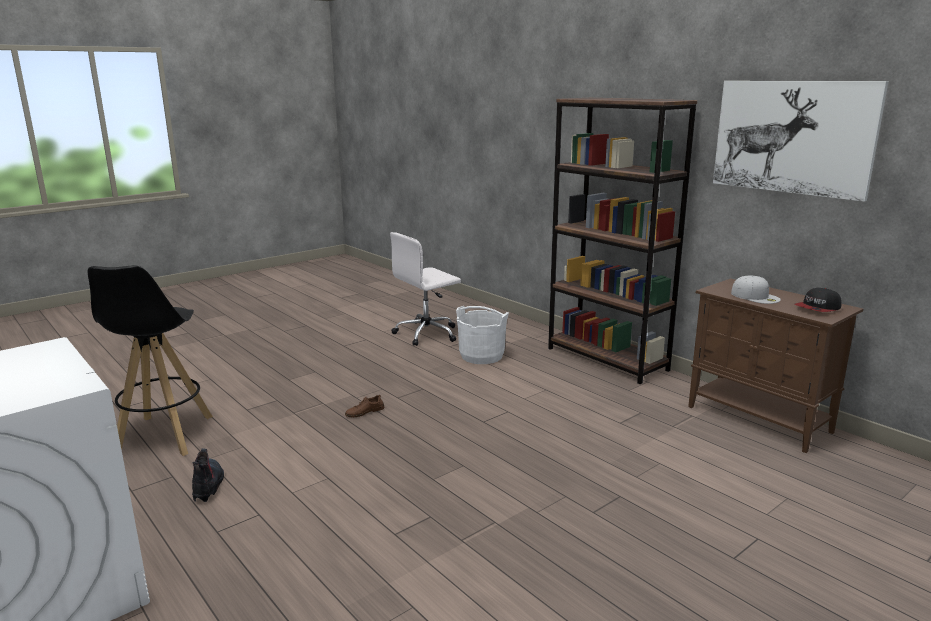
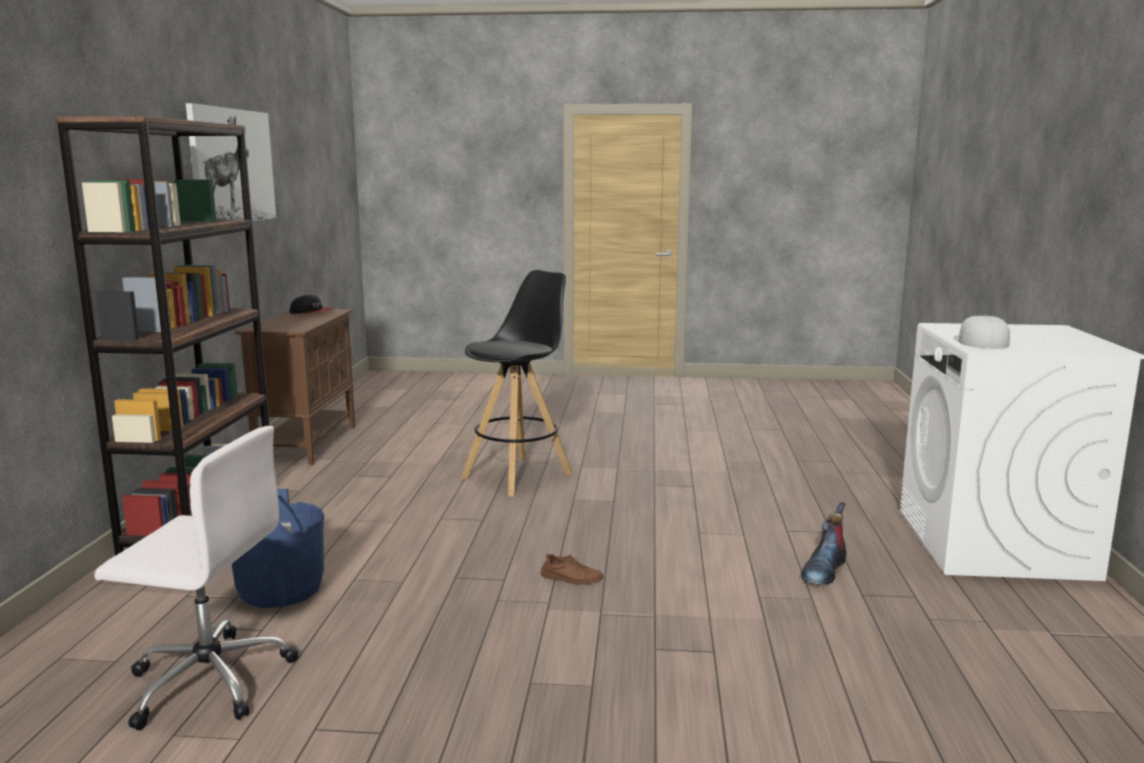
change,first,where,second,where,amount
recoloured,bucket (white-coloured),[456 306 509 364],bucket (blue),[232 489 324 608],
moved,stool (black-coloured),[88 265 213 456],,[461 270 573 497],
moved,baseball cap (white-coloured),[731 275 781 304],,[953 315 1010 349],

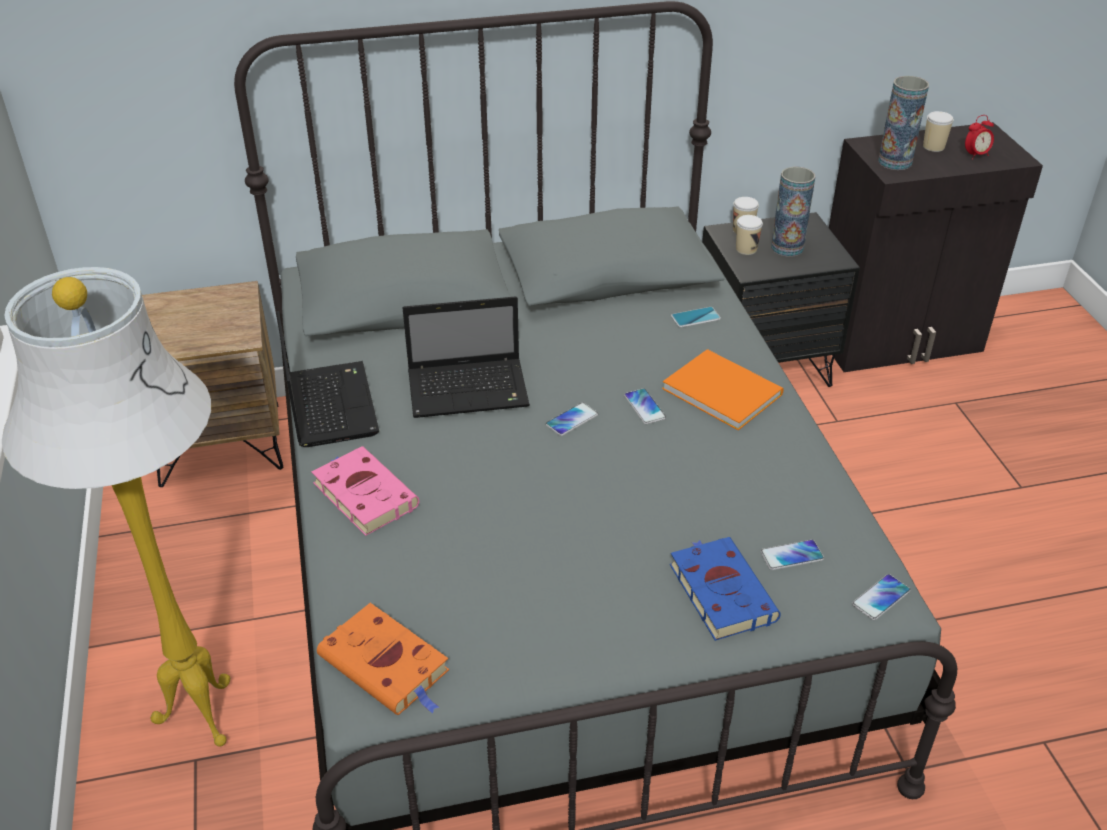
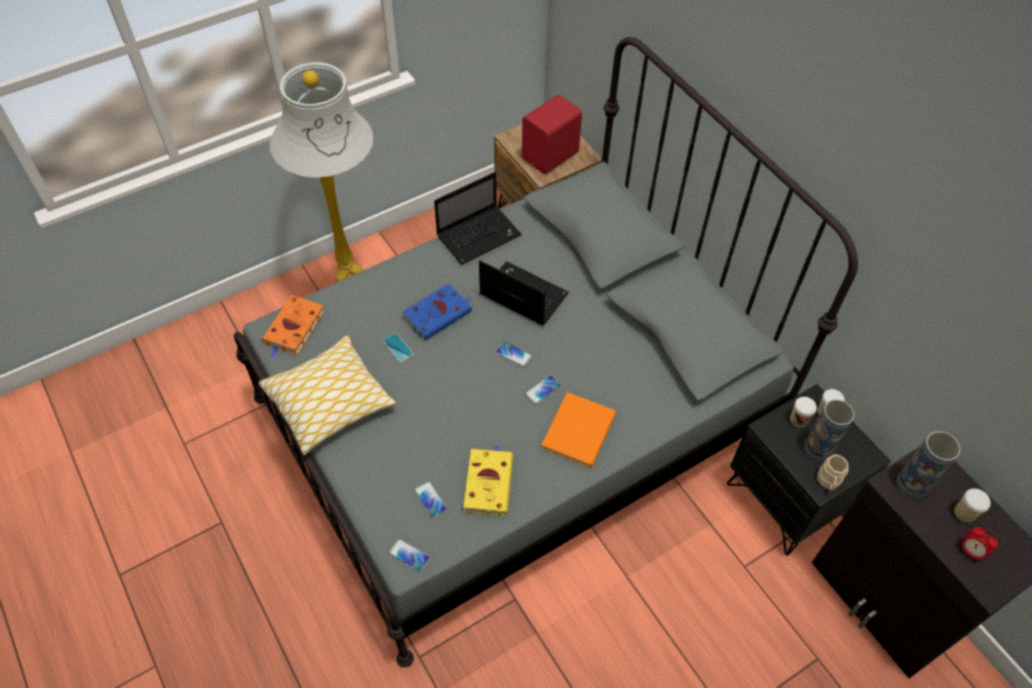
change,first,where,second,where,amount
added,,,pillow,[259 335 396 455],
moved,telephone,[671 307 721 328],,[383 333 414 362],
moved,volume (blue),[670 537 781 641],,[402 284 473 340],
added,,,volume (yellow),[463 445 513 516],
turned,laptop,[403 296 530 418],,[479 260 569 326],150 degrees clockwise
added,,,loudspeaker (reddish),[522 95 582 174],
added,,,coffee mug (beige),[817 454 849 491],
removed,volume (pink-coloured),[311 446 419 536],,,

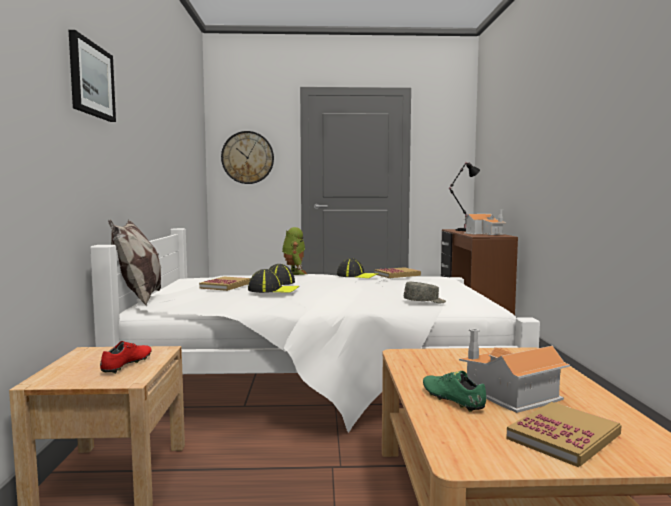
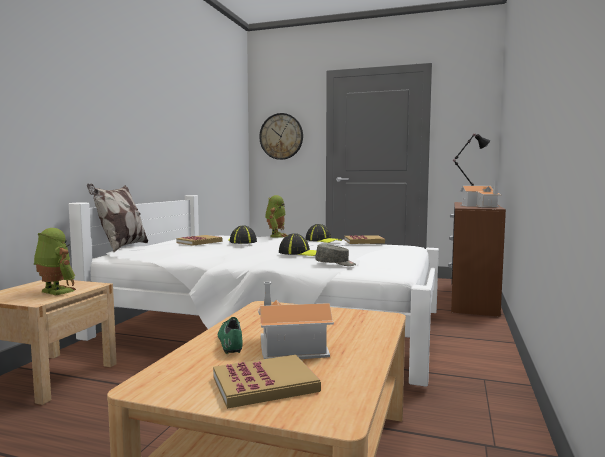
change,first,where,second,where,amount
replaced,shoe (reddish),[100 341 152 374],model robot,[34 228 76 295],
moved,baseball cap,[248 269 299 293],,[279 233 317 256],
removed,wall picture,[69 30 116 122],,,

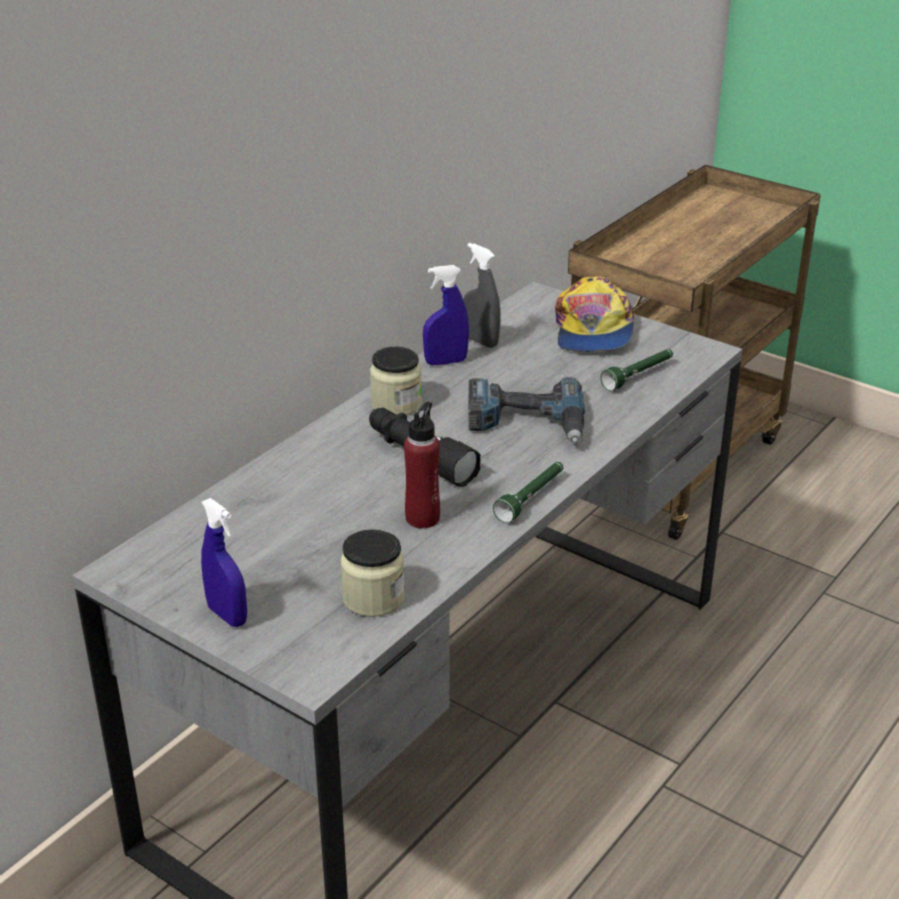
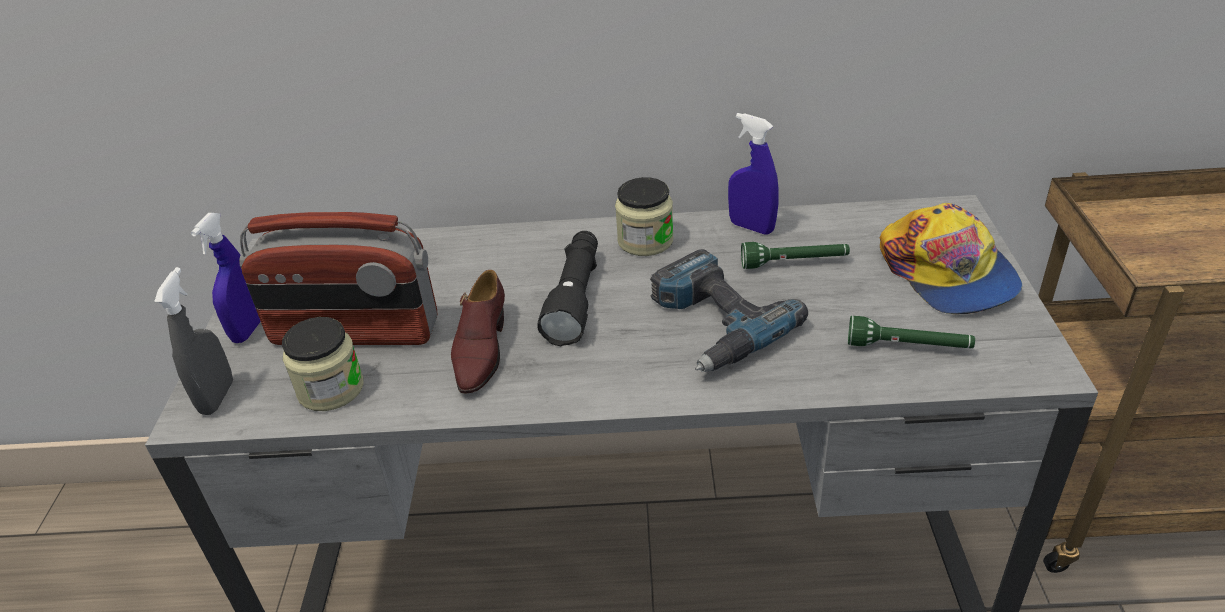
change,first,where,second,where,amount
moved,hand sprayer (grey),[463 243 501 348],,[154 267 233 415],
added,,,radio set,[239 212 437 345],
replaced,drink bottle (reddish),[404 402 440 528],shoe (brownish),[451 270 505 394],
moved,hand torch (greenish),[493 462 563 523],,[741 242 850 269],
turned,baseball cap,[555 277 635 352],,[880 203 1022 314],75 degrees counterclockwise

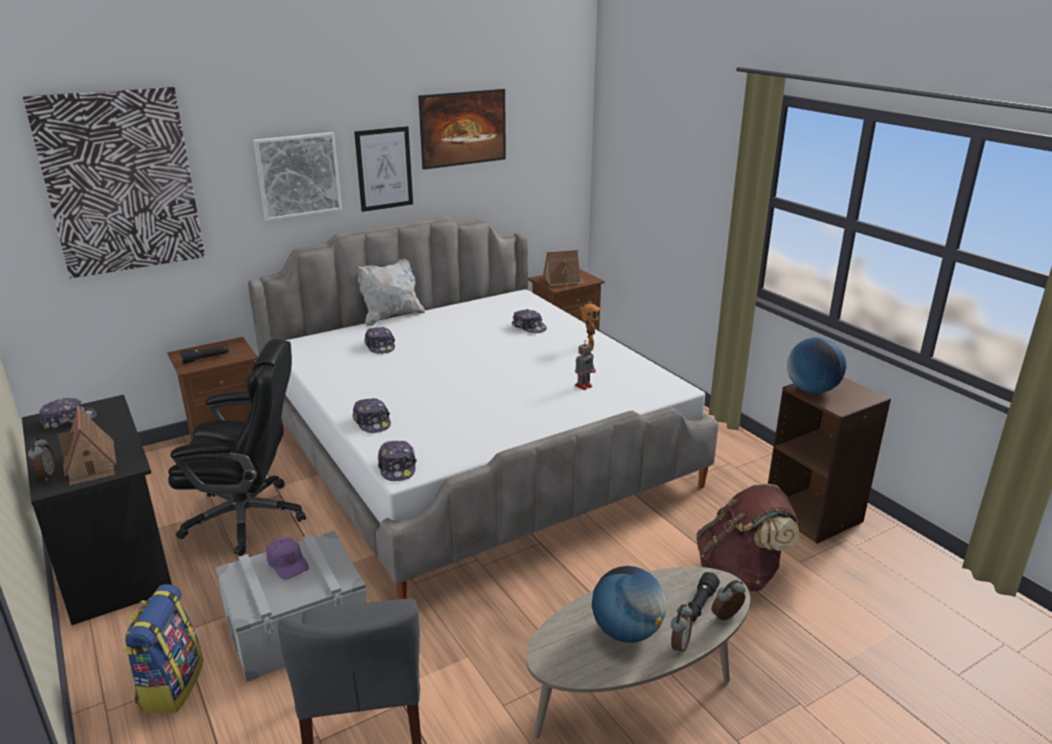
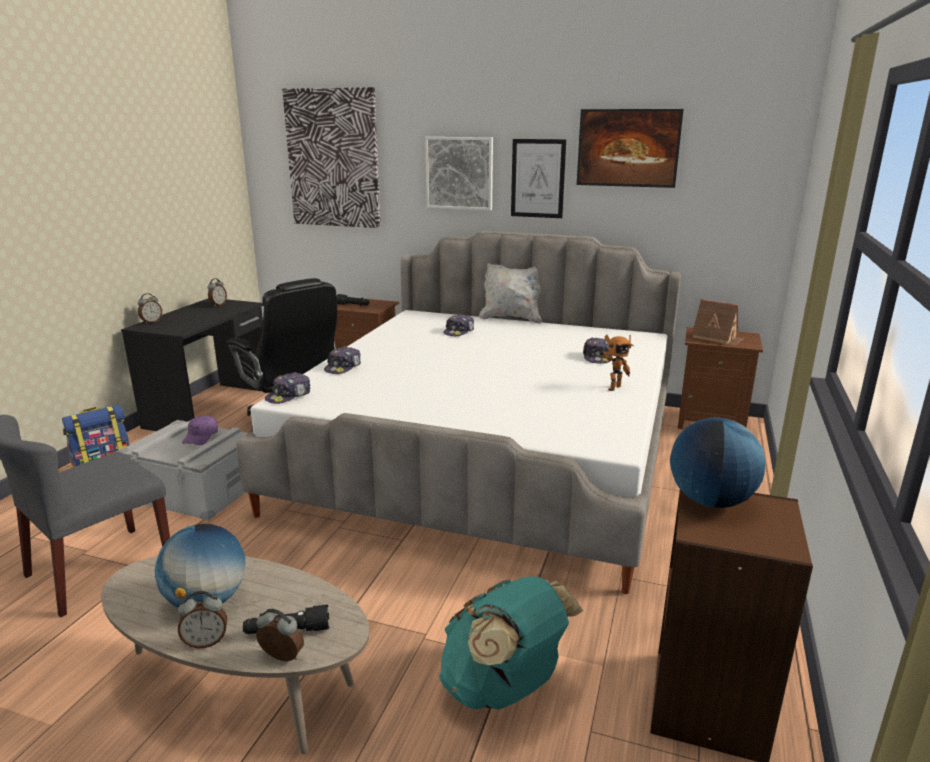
change,first,where,second,where,amount
replaced,baseball cap,[39 398 97 430],bedside clock,[207 278 227 306],
recoloured,backpack (brownish),[696 484 799 591],backpack (blue-green),[439 576 584 709],
removed,miniature house,[58 406 116 485],,,
removed,model robot,[575 343 596 390],,,

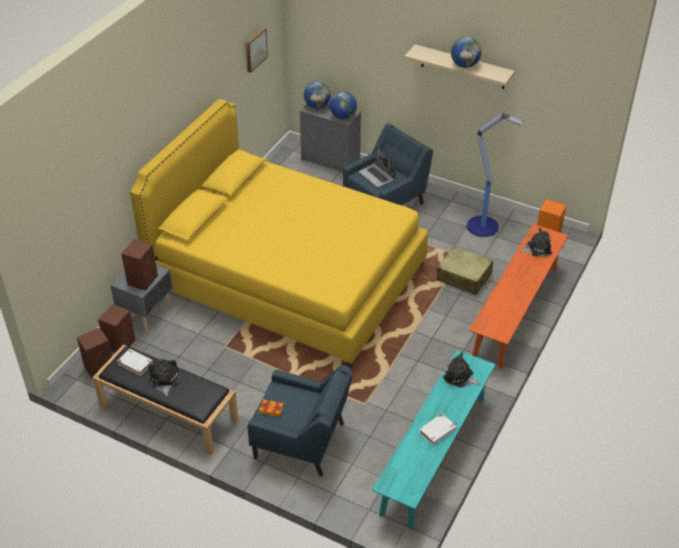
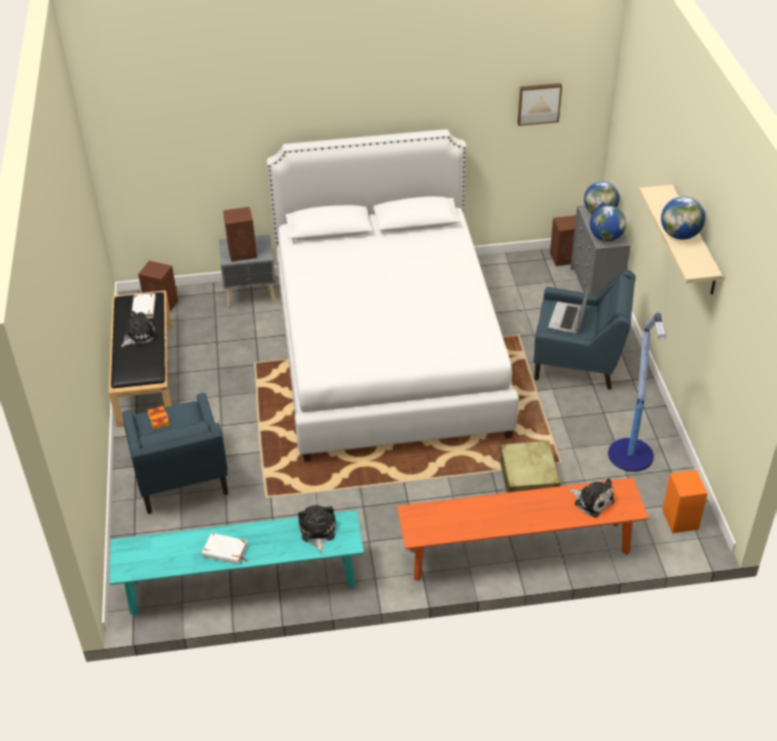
change,first,where,second,where,amount
recoloured,bed (yellow),[130 99 428 368],bed (white-coloured),[267 129 519 461],
moved,loudspeaker (brownish),[98 304 136 353],,[550 215 576 266],

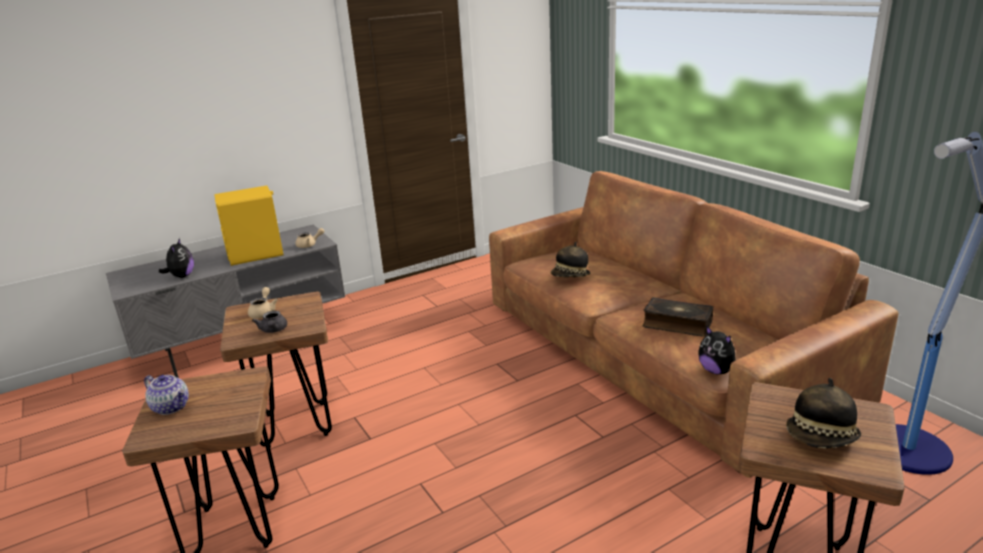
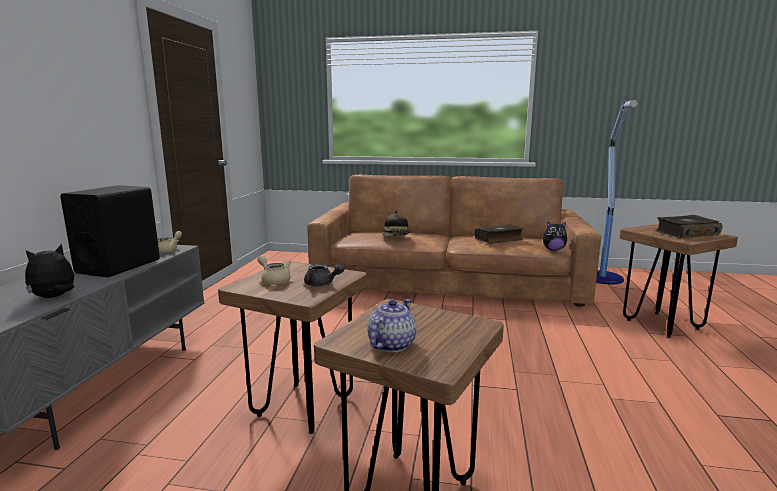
change,first,where,second,where,amount
turned,plush toy,[159 238 194 278],,[25 244 74 298],90 degrees counterclockwise
recoloured,loudspeaker (yellow),[214 185 284 266],loudspeaker (black-coloured),[60 185 160 278],
turned,teapot,[144 375 189 415],,[368 299 417 352],45 degrees counterclockwise
replaced,wearable hat,[786 378 861 448],volume,[655 215 722 238],

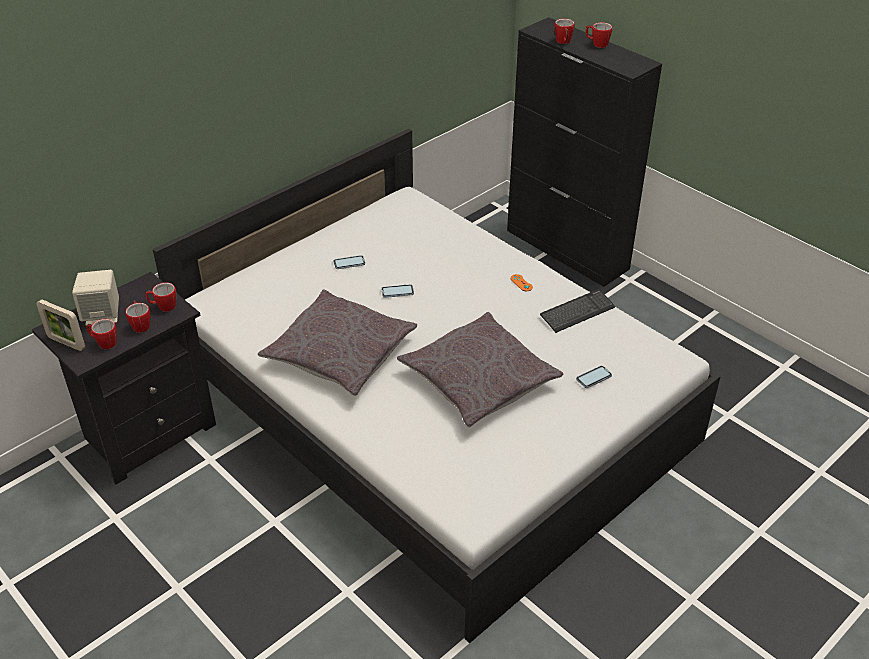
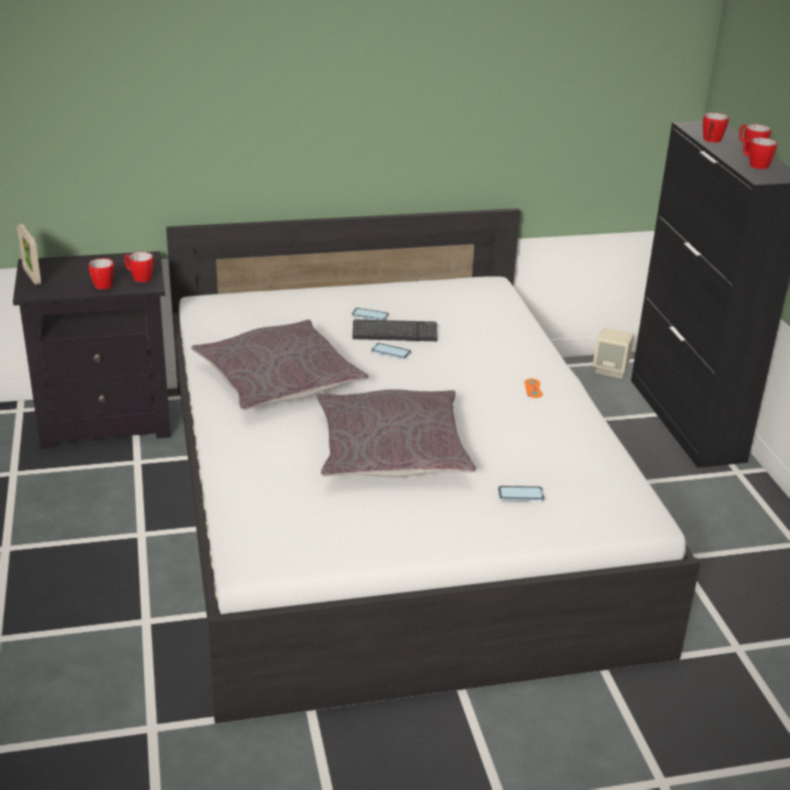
change,first,where,second,where,amount
moved,computer keyboard,[540 289 615 333],,[352 320 438 341],
moved,loudspeaker (beige),[72 270 119 325],,[593 328 634 379],
moved,coffee mug,[86 319 117 349],,[743 138 777 169],

